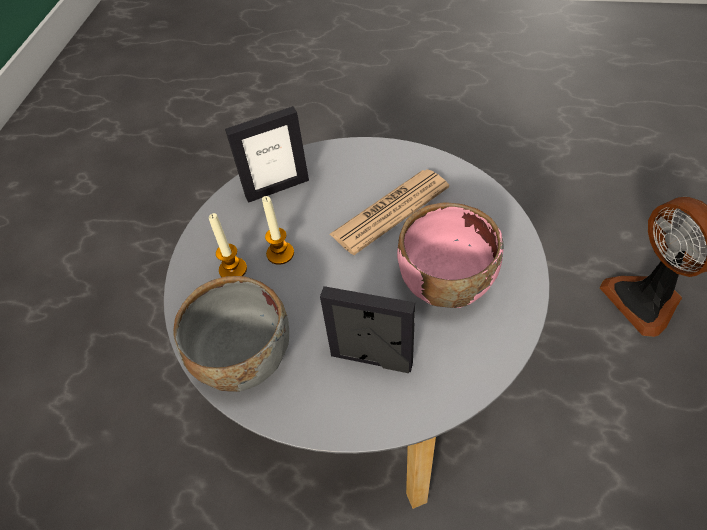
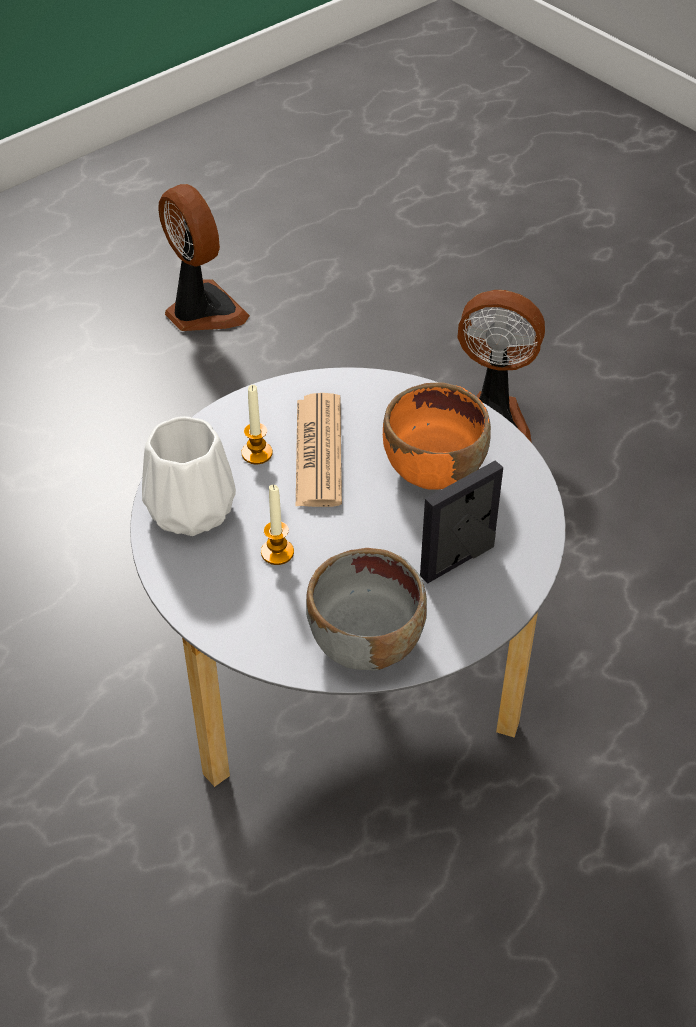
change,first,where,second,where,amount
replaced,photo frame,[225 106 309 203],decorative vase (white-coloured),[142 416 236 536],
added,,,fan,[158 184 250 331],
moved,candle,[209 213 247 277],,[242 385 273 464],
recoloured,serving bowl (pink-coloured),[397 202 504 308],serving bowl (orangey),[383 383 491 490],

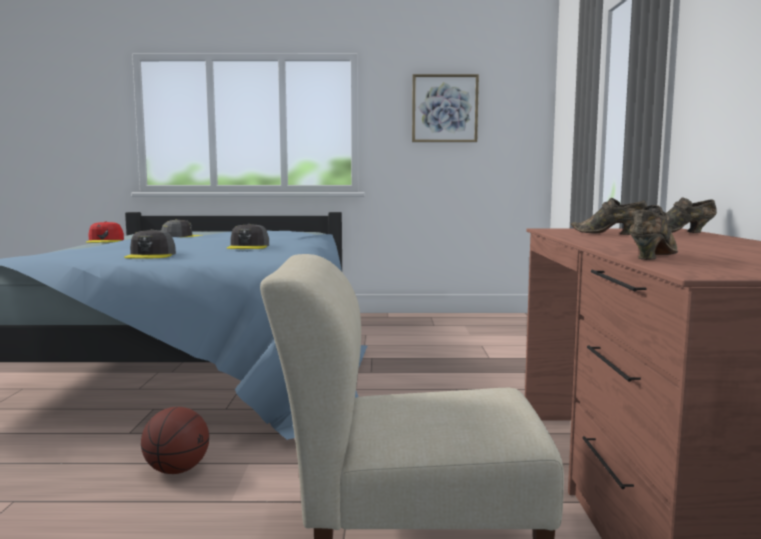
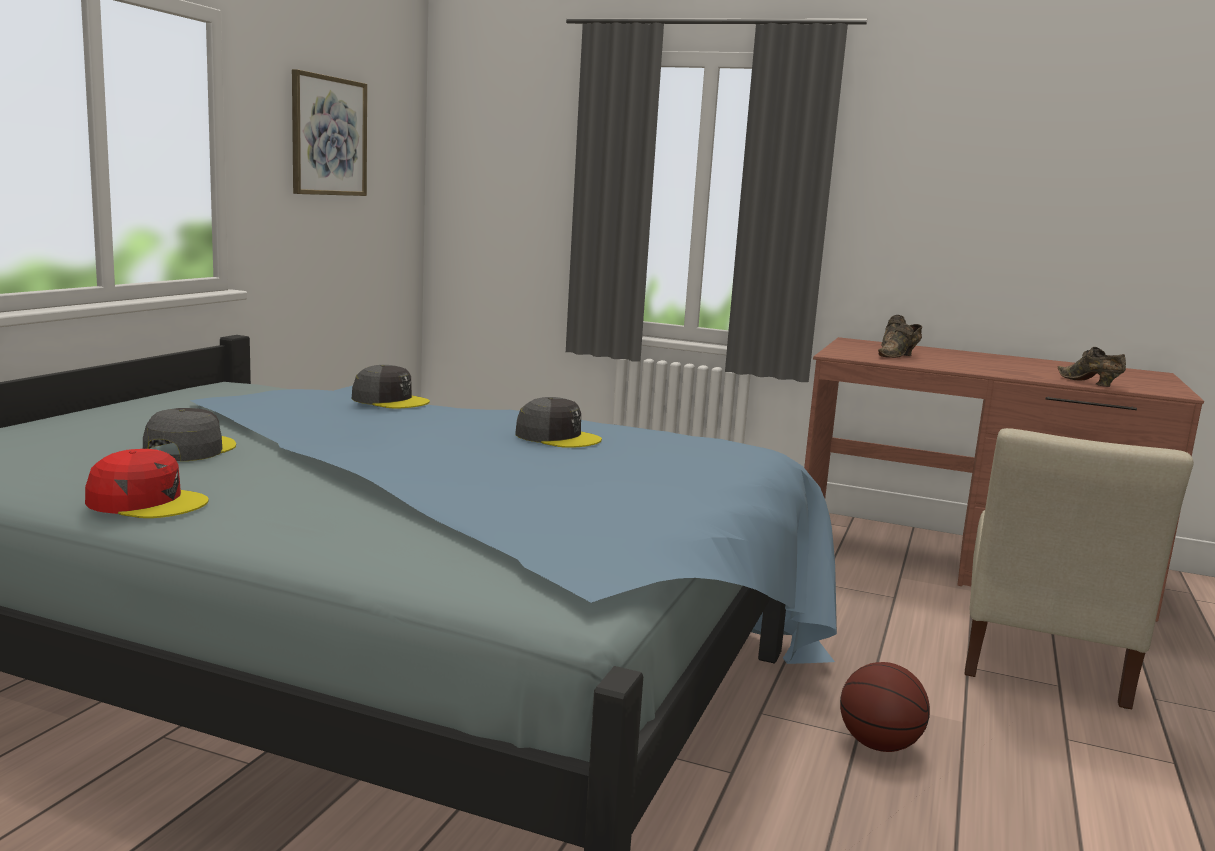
change,first,where,second,where,amount
moved,baseball cap (grey),[124 229 176 259],,[352 365 430 408],

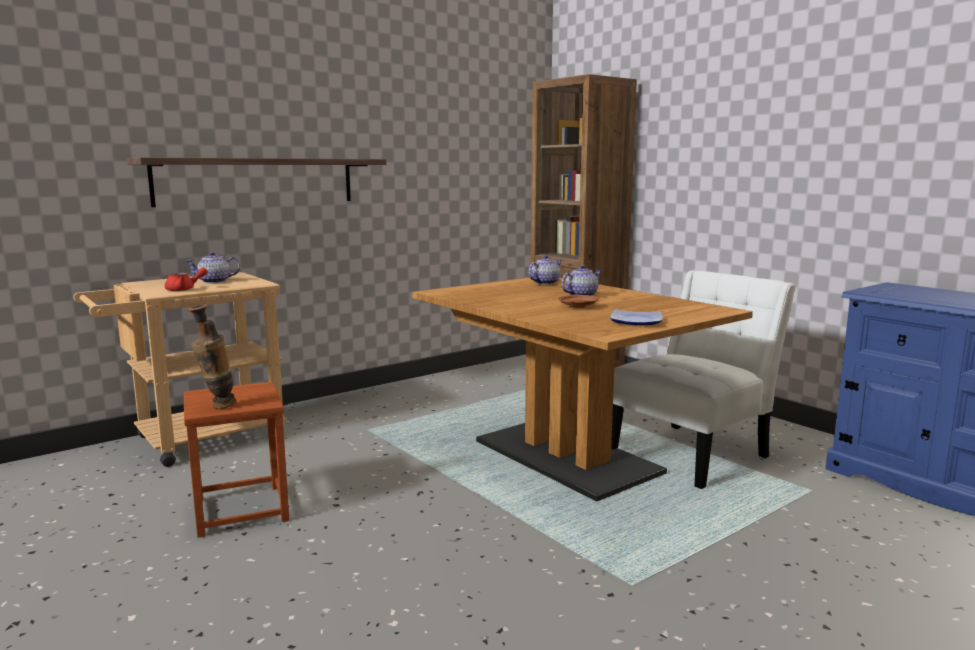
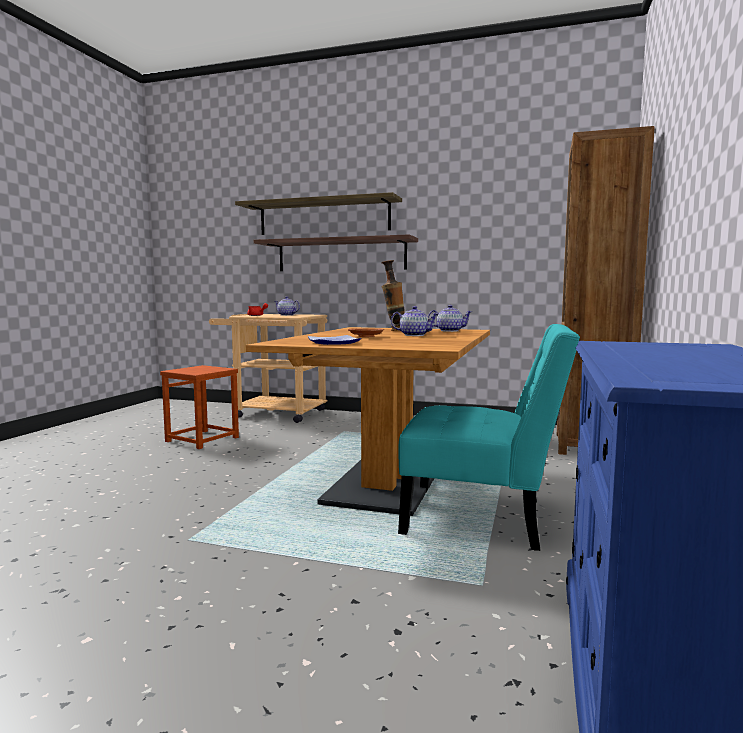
change,first,where,second,where,amount
added,,,wall shelf,[235 192 402 235],
moved,decorative vase,[187 304 236 409],,[381 260 405 331],
recoloured,chair (white-coloured),[611 270 796 489],chair (blue-green),[398 324 580 551],

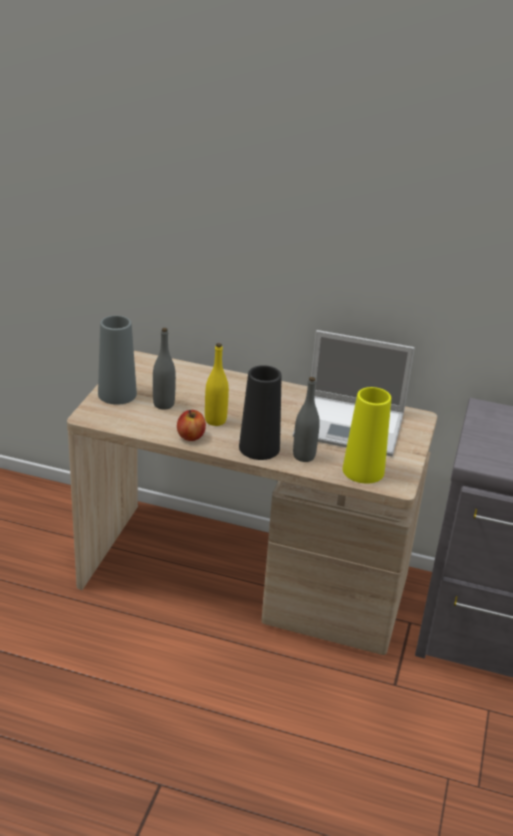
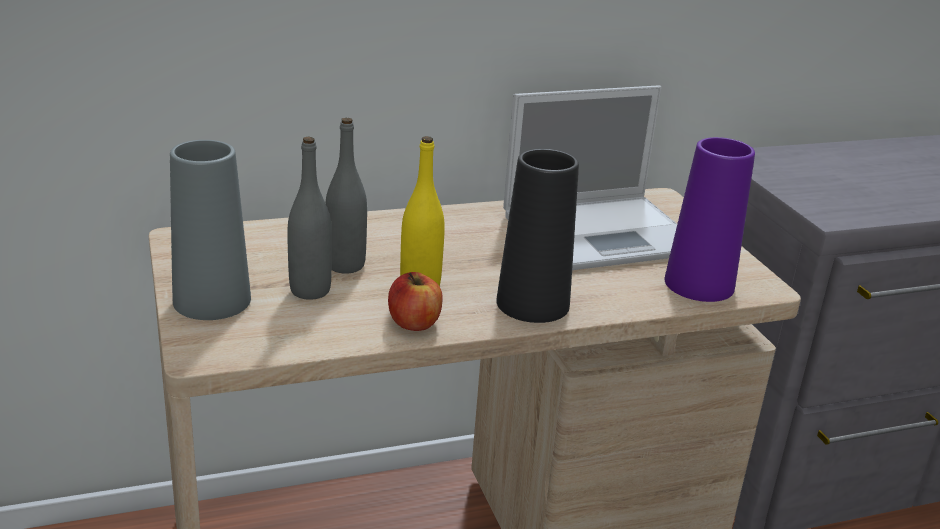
change,first,where,second,where,amount
moved,drink bottle (grey),[293 377 320 462],,[325 118 367 274],
recoloured,decorative vase (yellow),[343 387 391 484],decorative vase (purplish),[664 137 755 302],

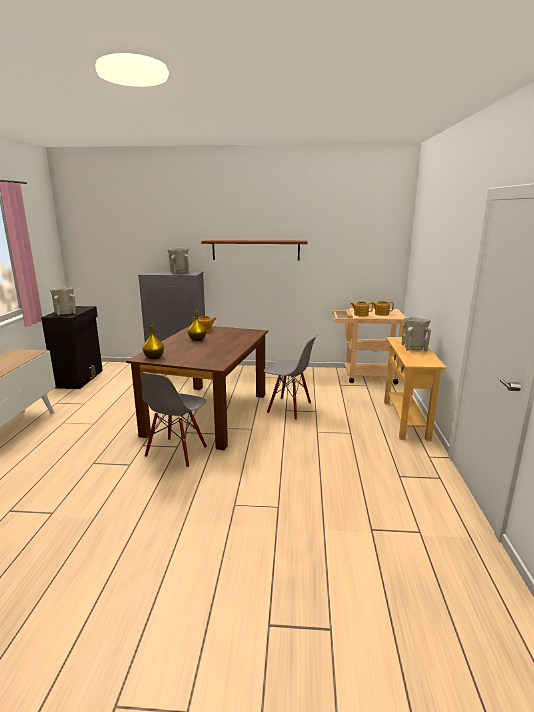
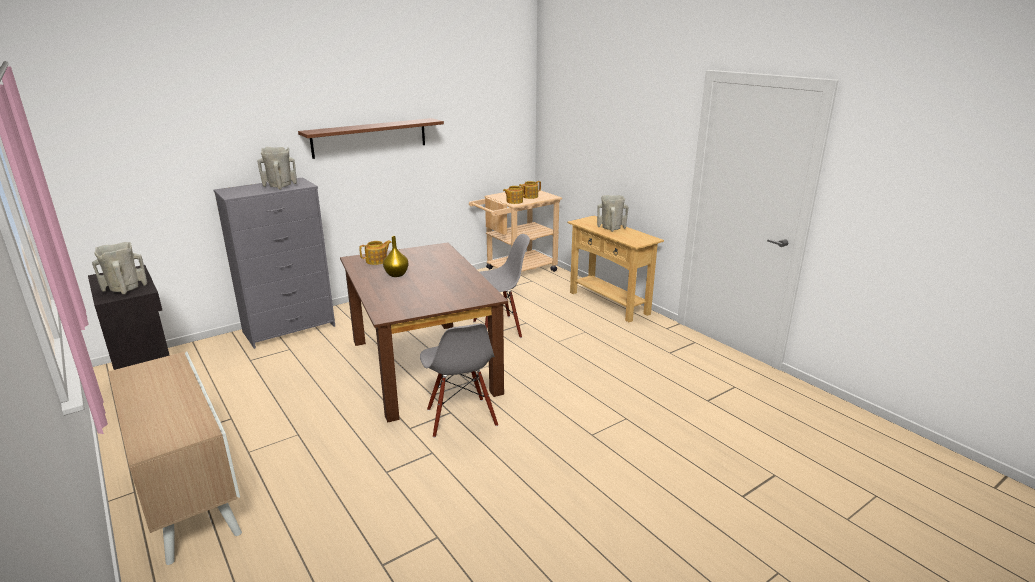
change,first,where,second,where,amount
removed,decorative vase (yellow),[142 324 164 359],,,

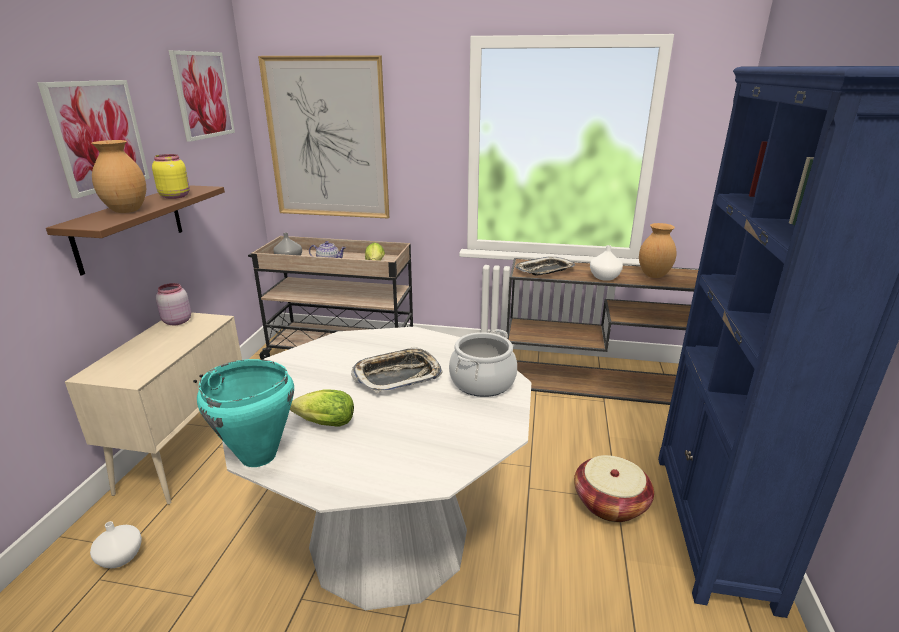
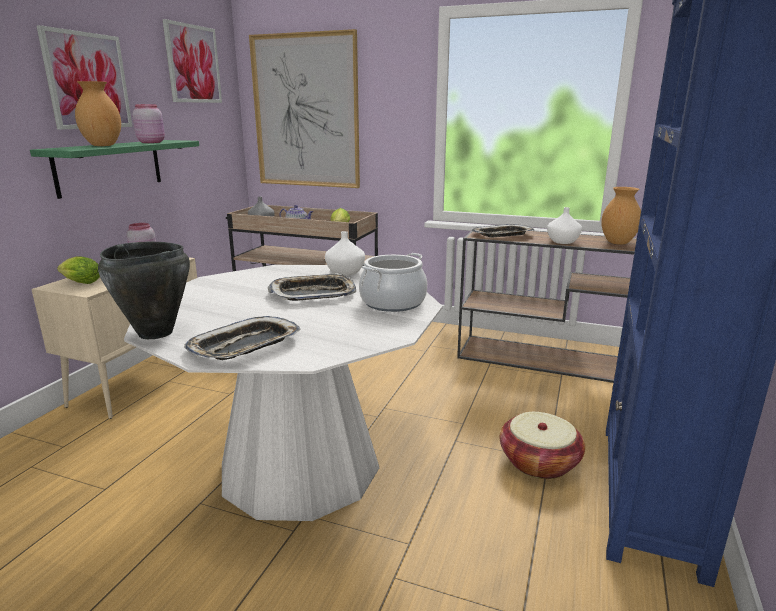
change,first,where,second,where,amount
recoloured,wall shelf (brownish),[46 185 225 276],wall shelf (greenish),[30 140 199 199],
moved,head of lettuce,[290 389 354 427],,[57 256 100 284],
recoloured,cooking pot (blue-green),[197 359 294 467],cooking pot (black-coloured),[98 242 190 339],
recoloured,preserve jar (yellow),[152 154 190 199],preserve jar (pink-coloured),[133 104 165 143],
added,,,carrying tray,[184 316 301 360],
moved,decorative vase (white-coloured),[90 521 142 568],,[325 231 365 276],

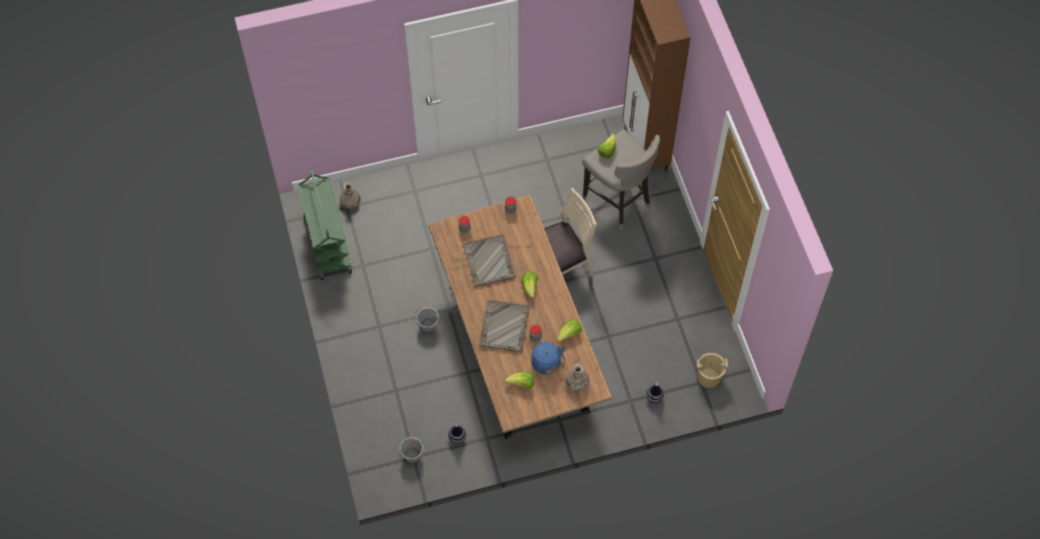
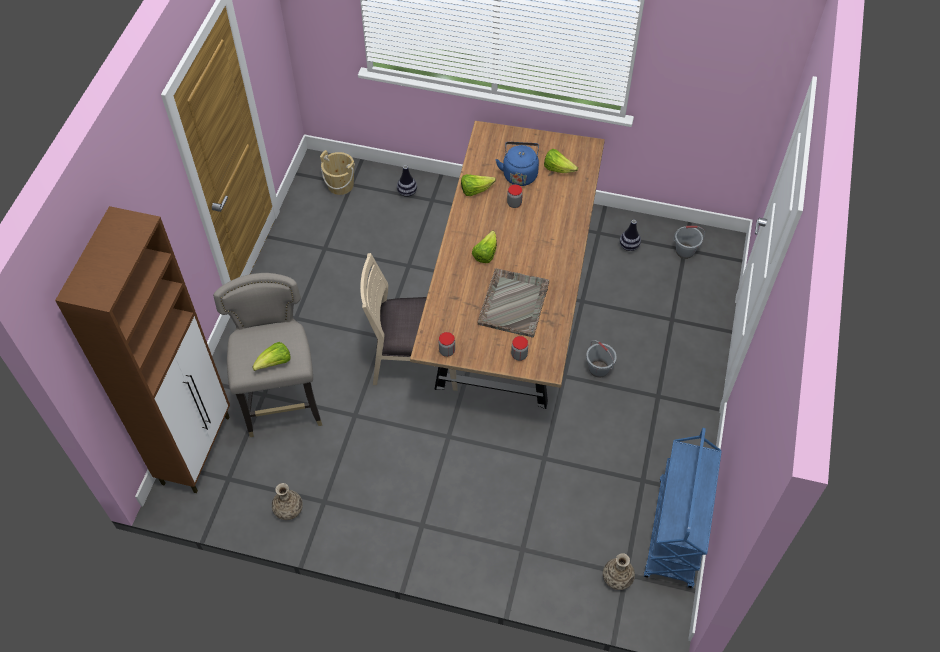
change,first,where,second,where,amount
moved,decorative vase,[566 364 589 392],,[272 483 303 520],
recoloured,cart (greenish),[298 168 352 280],cart (blue),[644 428 722 588],
removed,carrying tray (grey),[479 300 530 352],,,

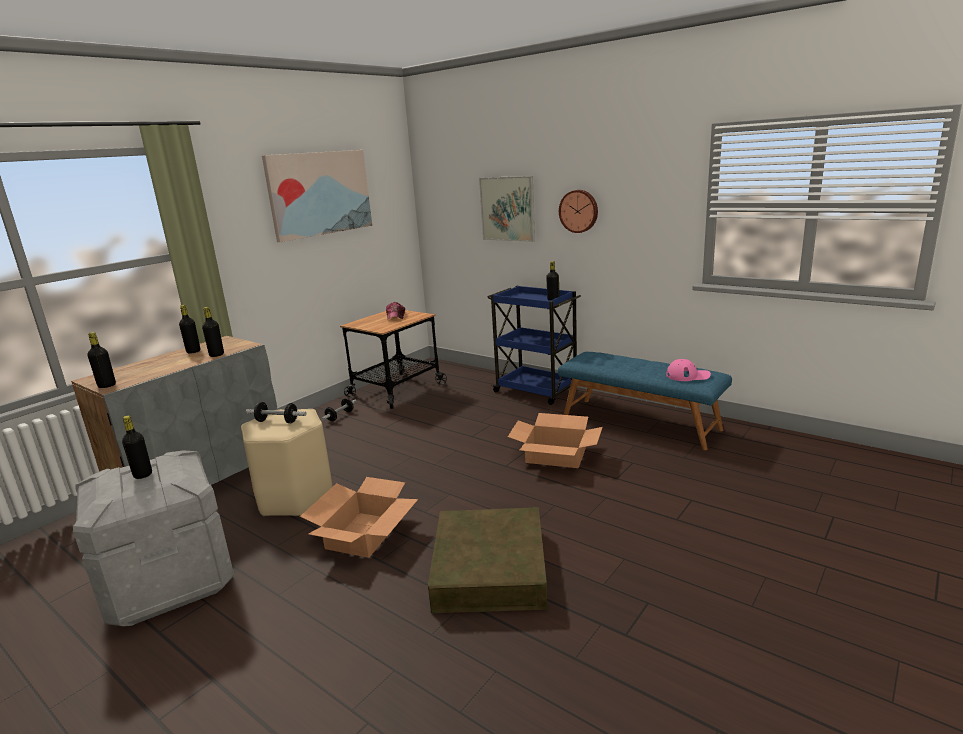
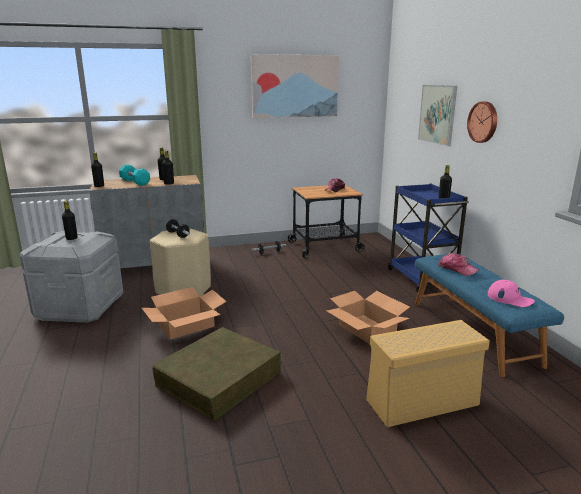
change,first,where,second,where,amount
added,,,dumbbell (blue-green),[119 165 150 186],
added,,,storage bin (beige),[366 320 490 427],
added,,,baseball cap,[438 253 479 276],

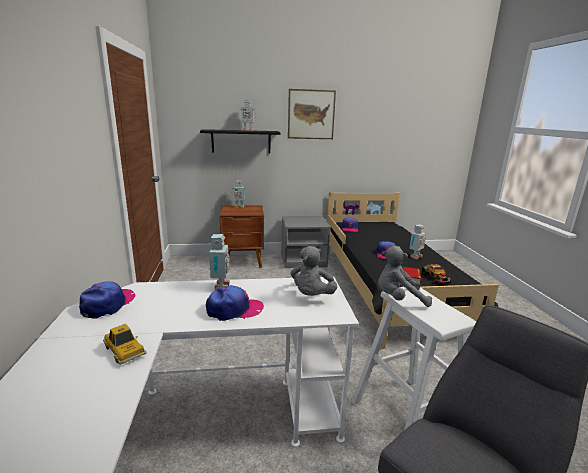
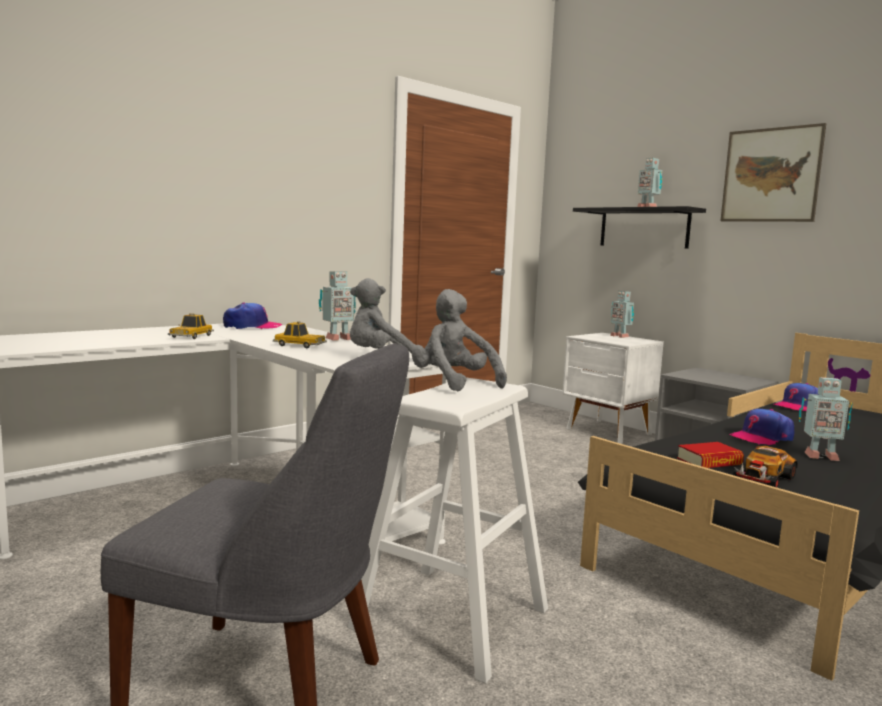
change,first,where,second,where,amount
replaced,baseball cap,[206 285 264 321],model car,[273 321 327 349],
recoloured,bedside table (brownish),[220 206 264 268],bedside table (white-coloured),[563 333 664 444],

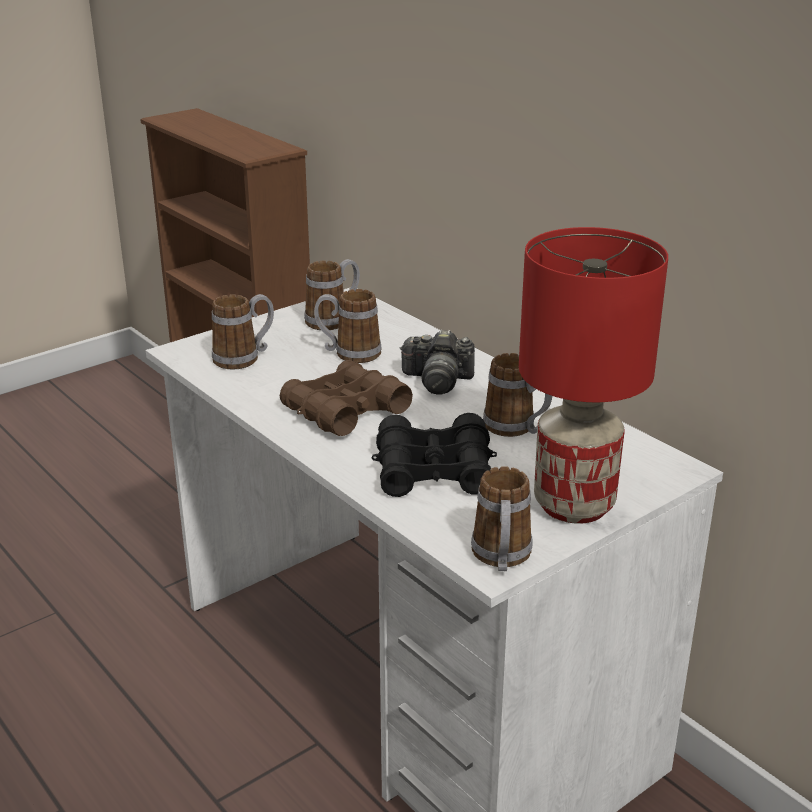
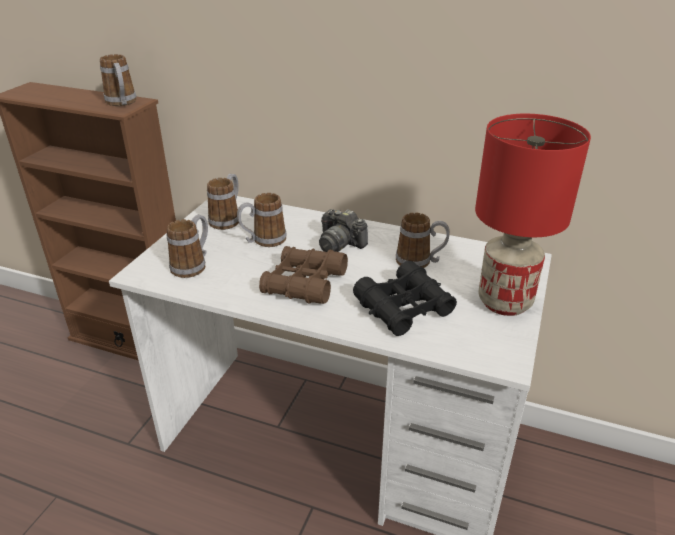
change,first,where,second,where,amount
moved,coffee mug,[471 466 533 571],,[100 54 137 106],
turned,still camera,[400 329 475 394],,[319 209 368 252],60 degrees clockwise

